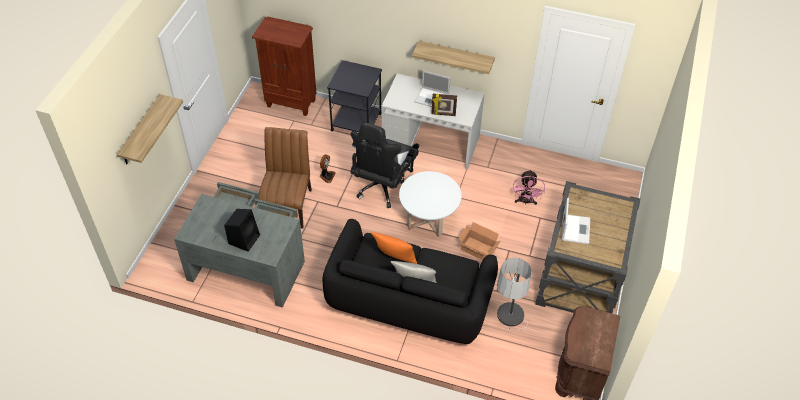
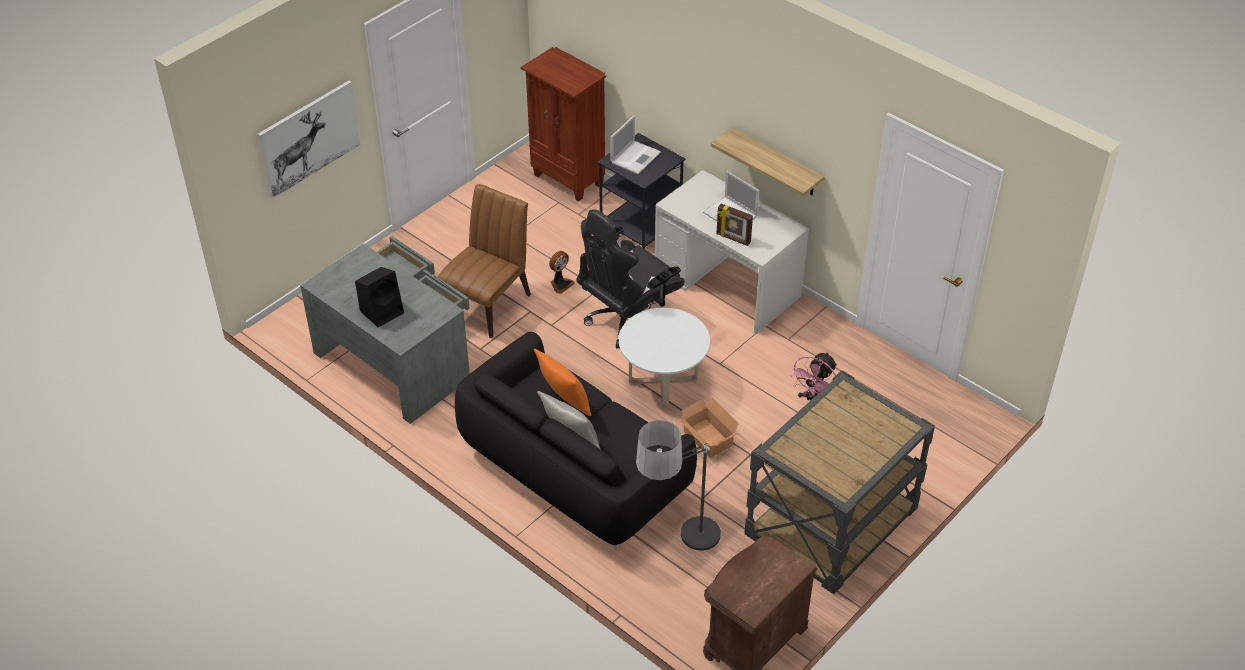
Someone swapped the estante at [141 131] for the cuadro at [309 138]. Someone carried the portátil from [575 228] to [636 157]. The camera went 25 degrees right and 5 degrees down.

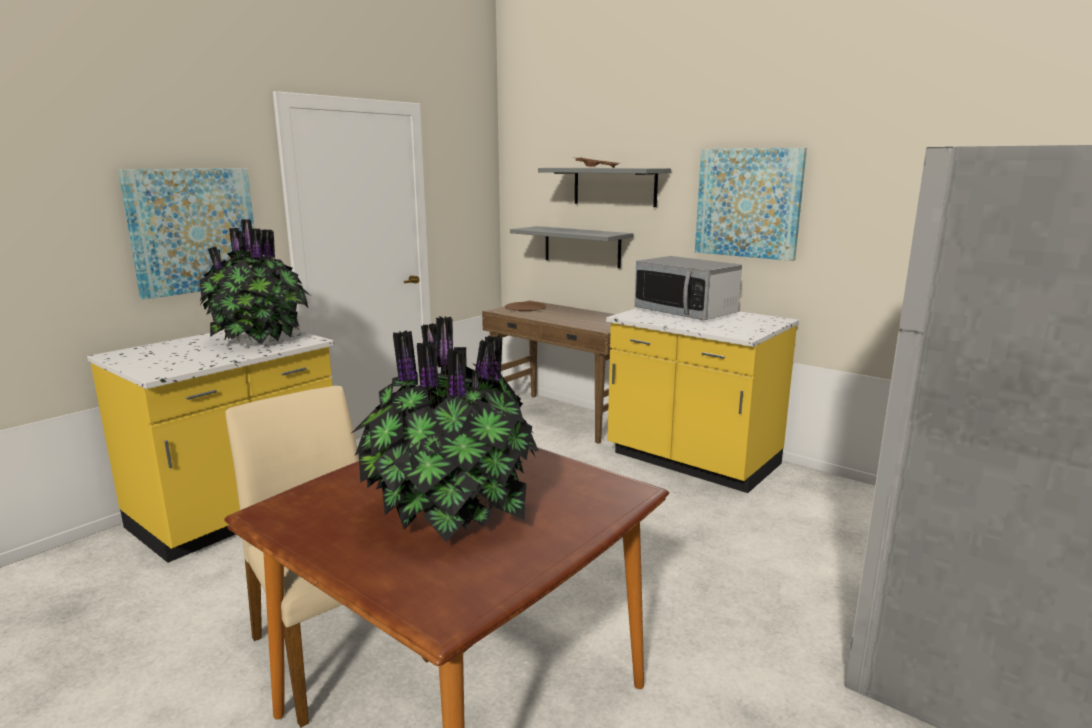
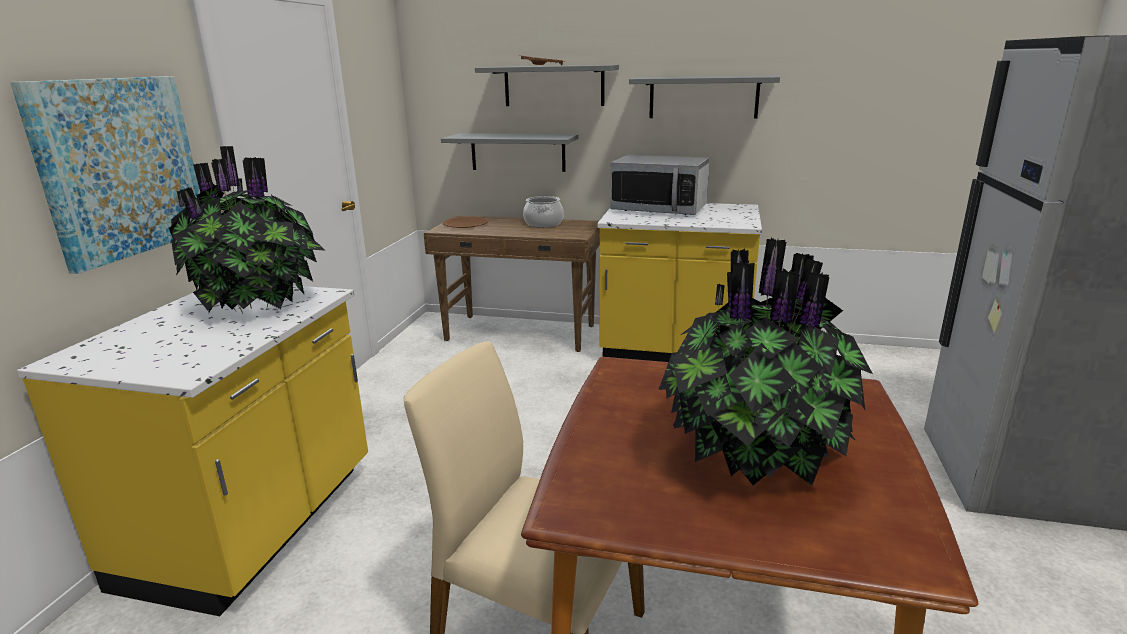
Someone put down the olla at [543 223]. Someone swapped the cuadro at [748 203] for the estante/gris at [703 97]. The camera went 25 degrees left and 5 degrees up.

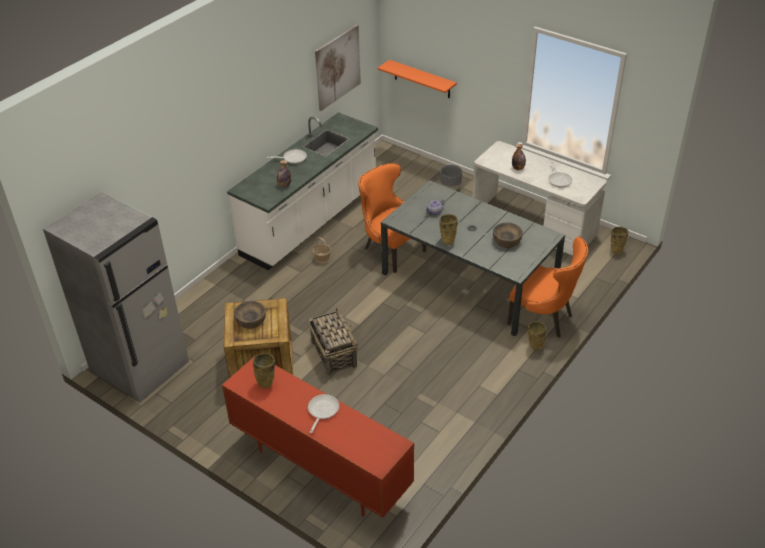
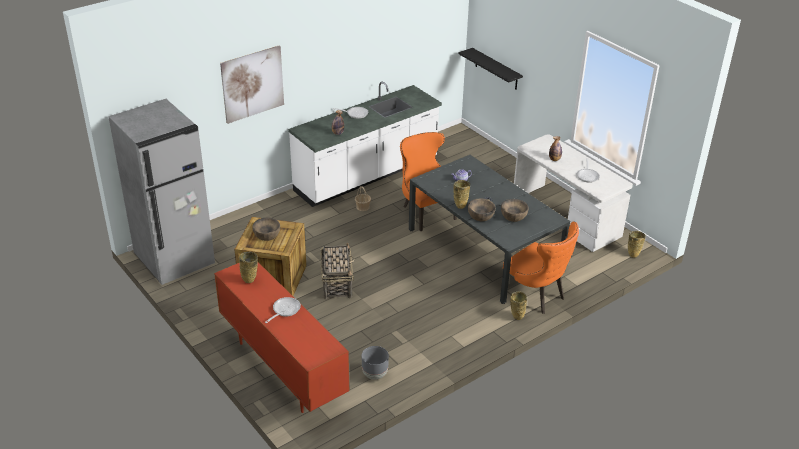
Someone carried the cuadro from [337 67] to [252 84]. Someone carried the maceta/gris from [450 189] to [375 375]. Someone repainted the estante/naranja at [422 79], which became the estante/negro at [496 69]. Someone put down the cuenco/marrón at [481 215]. The camera went 15 degrees right and 5 degrees down.

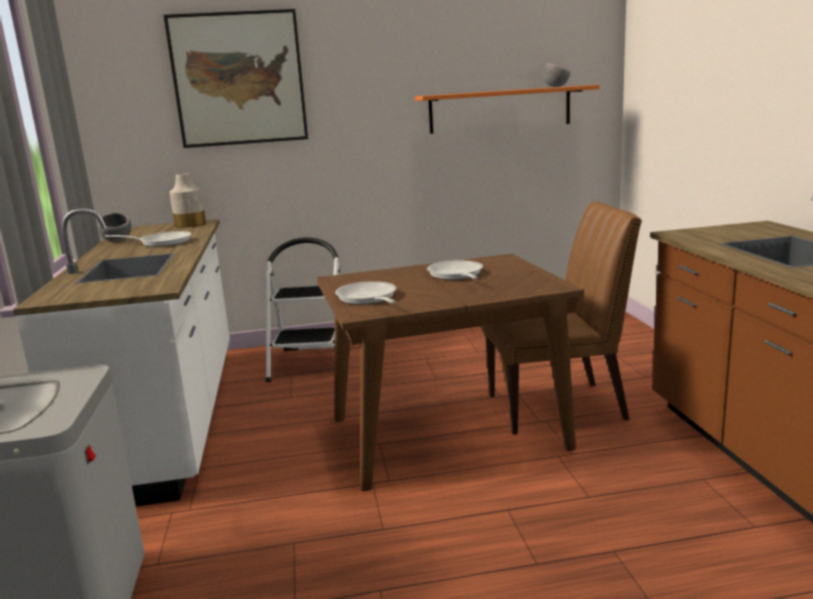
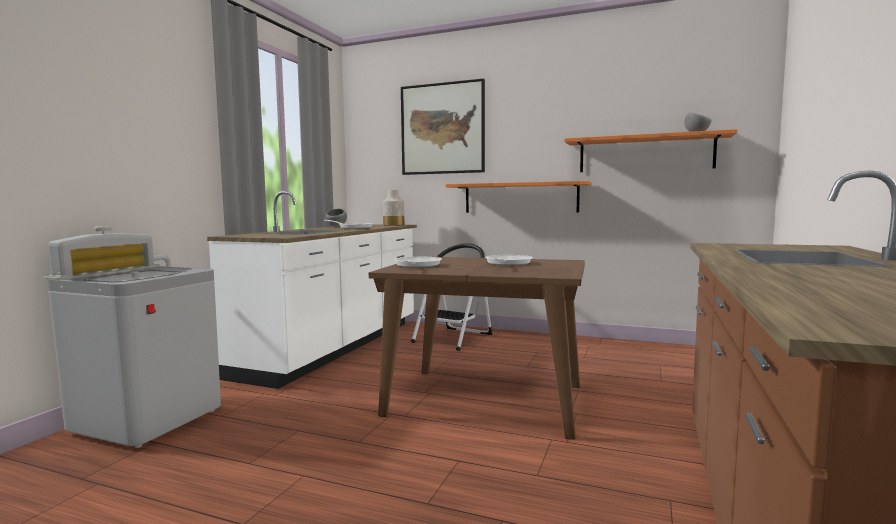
Someone put up the estante/naranja at [520 198]. Someone took away the silla/marrón at [555 408]. The camera went 30 degrees right and 10 degrees down.

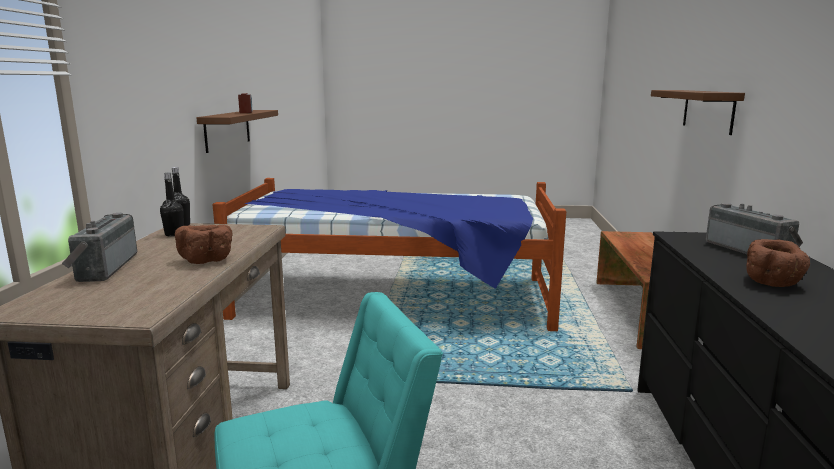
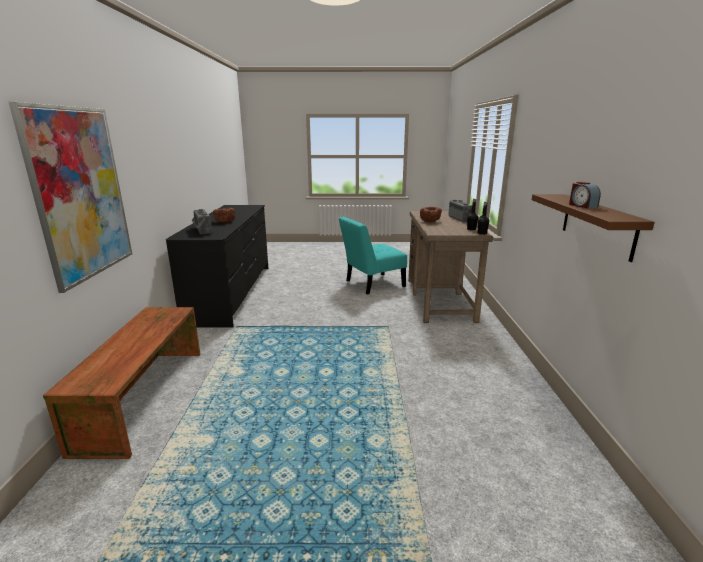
Someone swapped the estante/marrón at [708 110] for the cuadro at [81 194]. Someone took away the cama at [396 298]. The camera went 175 degrees right and 5 degrees up.

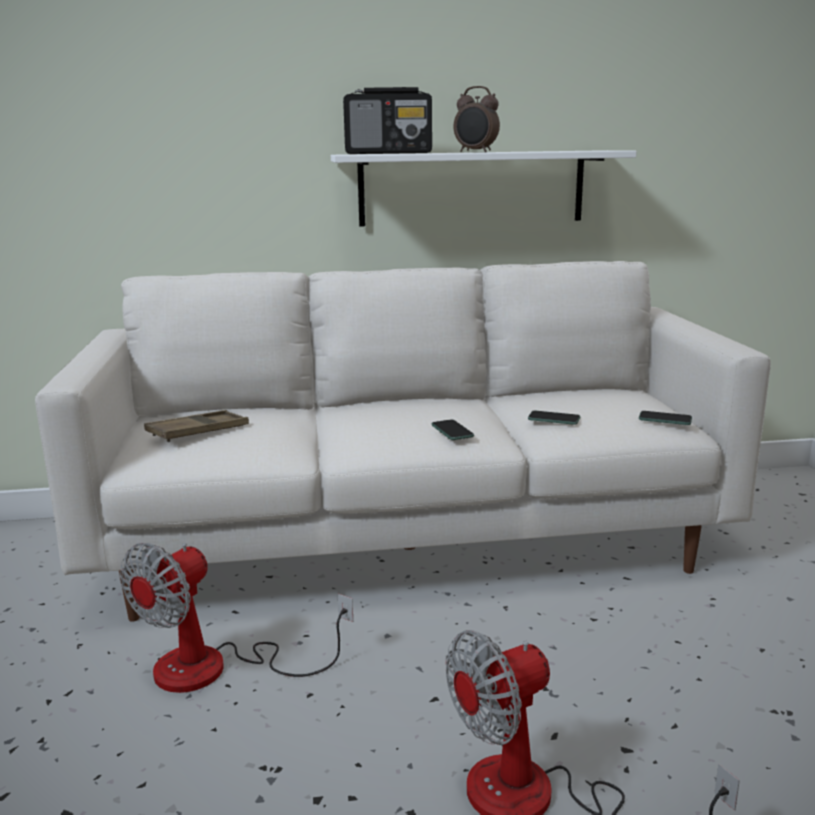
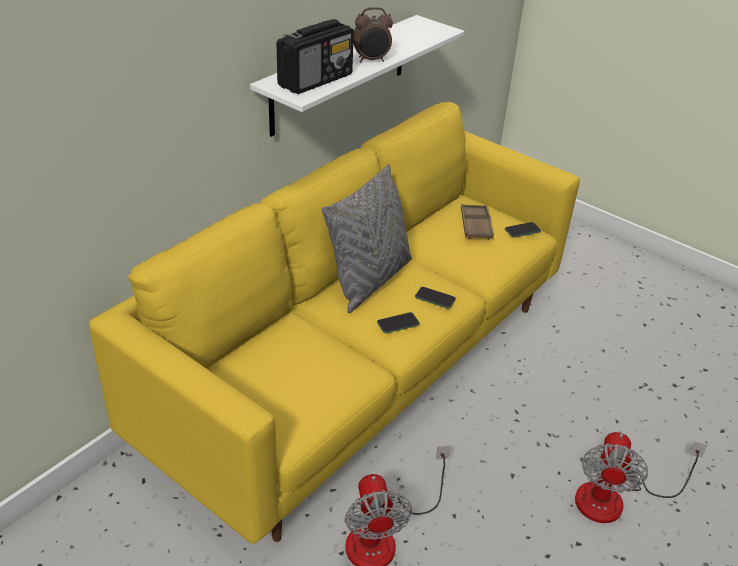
Someone repainted the sofá/blanco at [410 544], which became the sofá/amarillo at [362 370]. Someone put down the cojín/gris at [369 280]. Someone carried the móvil from [554 419] to [398 323]. Someone carried the bandeja/marrón from [198 432] to [475 225]. The camera went 45 degrees left and 20 degrees up.

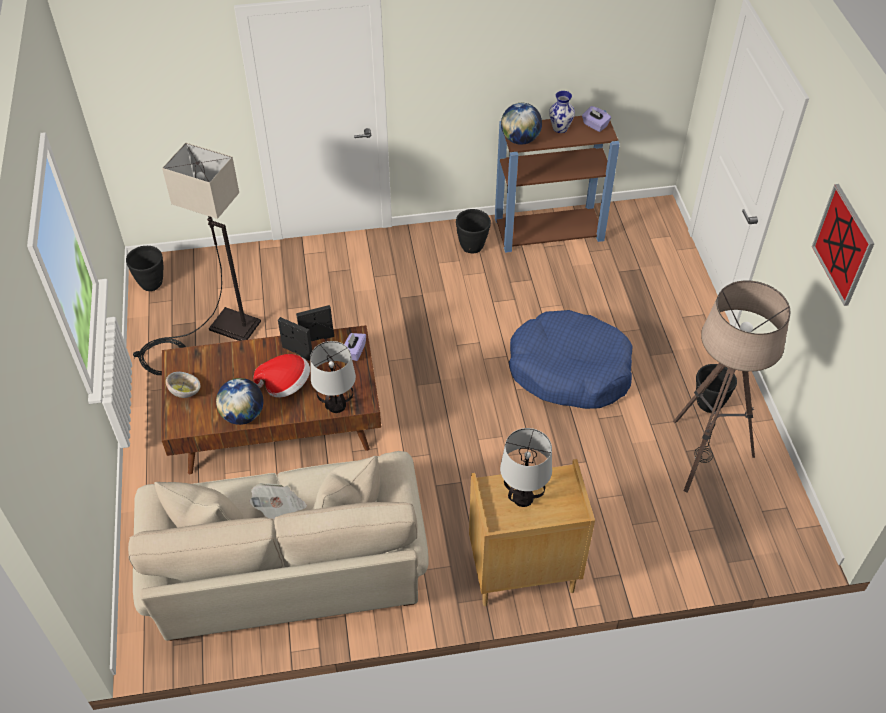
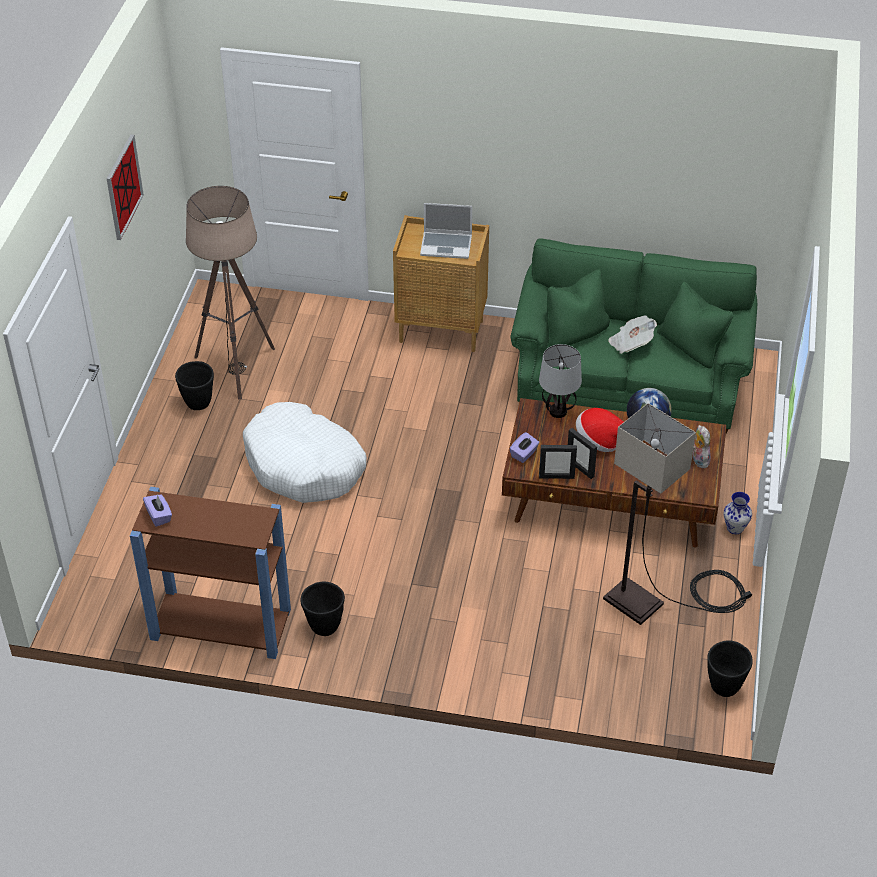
Someone repainted the cama para perro/azul at [569 370], which became the cama para perro/blanco at [304 465]. Someone swapped the lámpara de mesa at [522 498] for the portátil at [447 245]. Someone repainted the sofá/beis at [289 571], which became the sofá/verde at [629 378]. Someone swapped the cuenco at [185 391] for the peluche at [698 460]. Someone carried the florero from [560 128] to [734 528]. Someone took away the globo terráqueo at [520 139]. The camera went 160 degrees left and 5 degrees down.

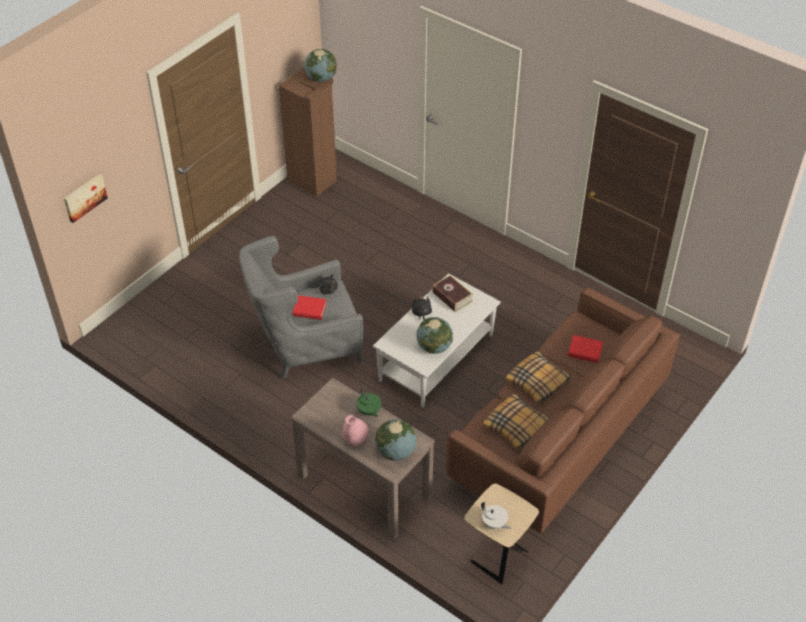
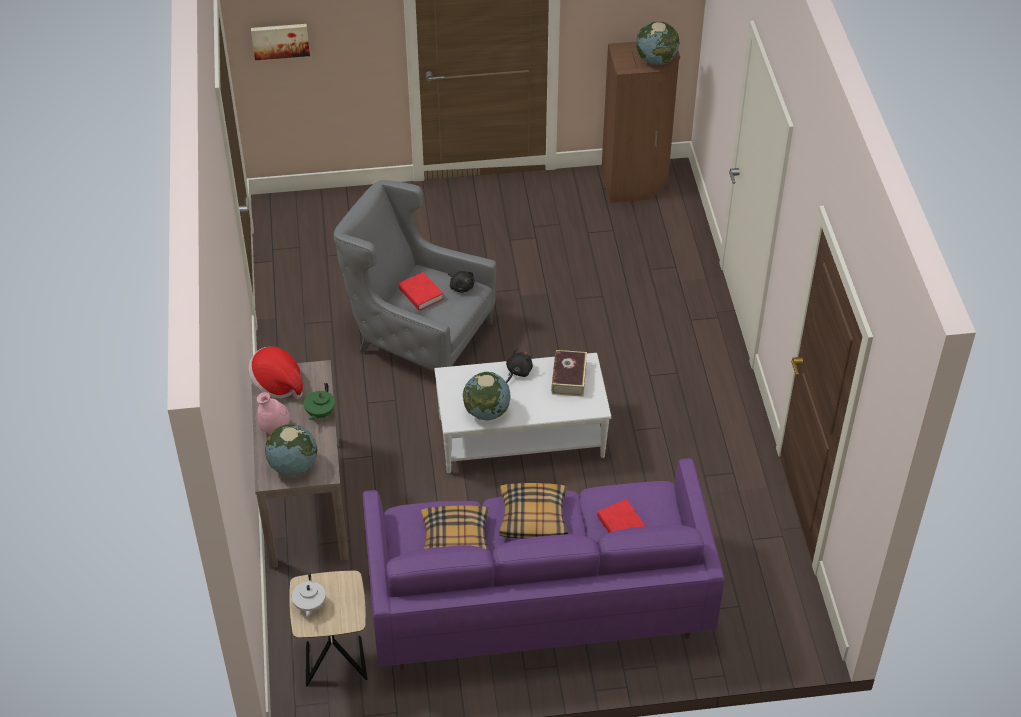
Someone put down the sombrero at [277 384]. Someone repainted the sofá/marrón at [557 437], which became the sofá/morado at [536 602]. The camera went 45 degrees right and 0 degrees up.

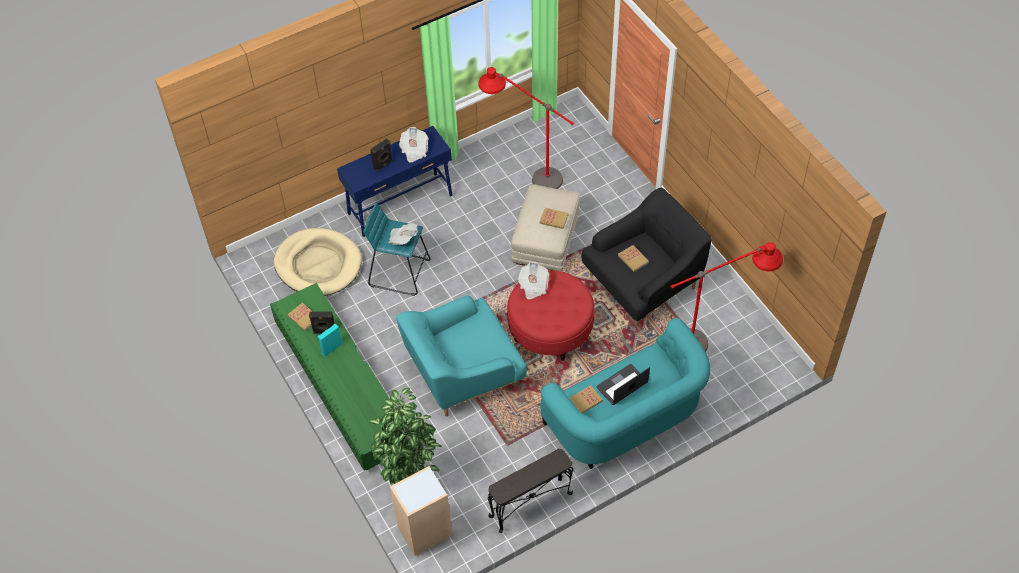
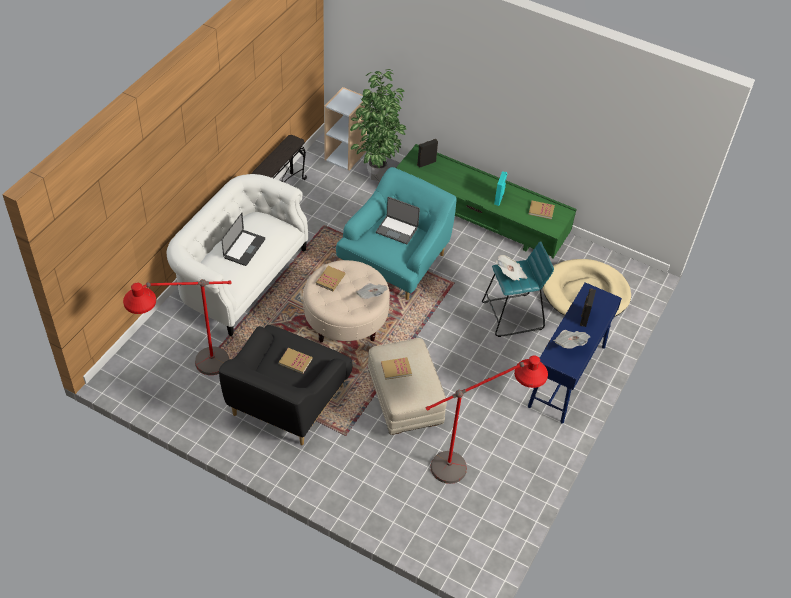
Someone repainted the sofá/turquesa at [625 420], which became the sofá/blanco at [239 277]. Someone repainted the puf/rojo at [550 330], which became the puf/beis at [346 321]. Someone carried the libro from [585 400] to [330 279]. Someone put down the portátil at [397 230]. Someone carried the altavoz/negro from [324 331] to [426 163]. The camera went 145 degrees right and 5 degrees down.

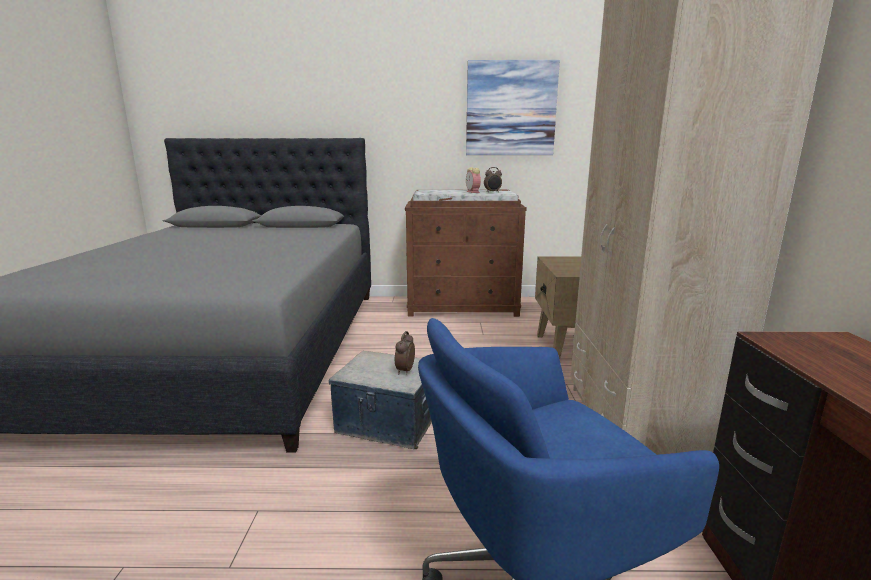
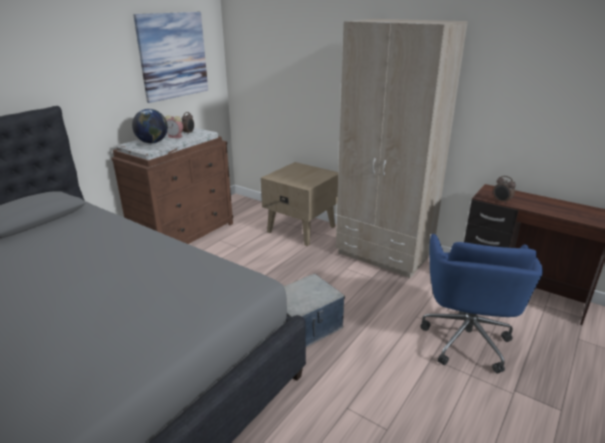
Someone put down the globo terráqueo at [152 142]. Someone carried the despertador from [404 370] to [501 201]. The camera went 55 degrees left and 10 degrees up.

